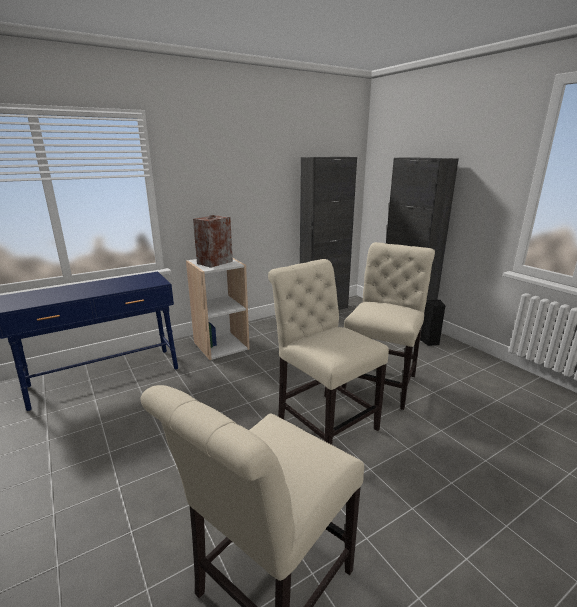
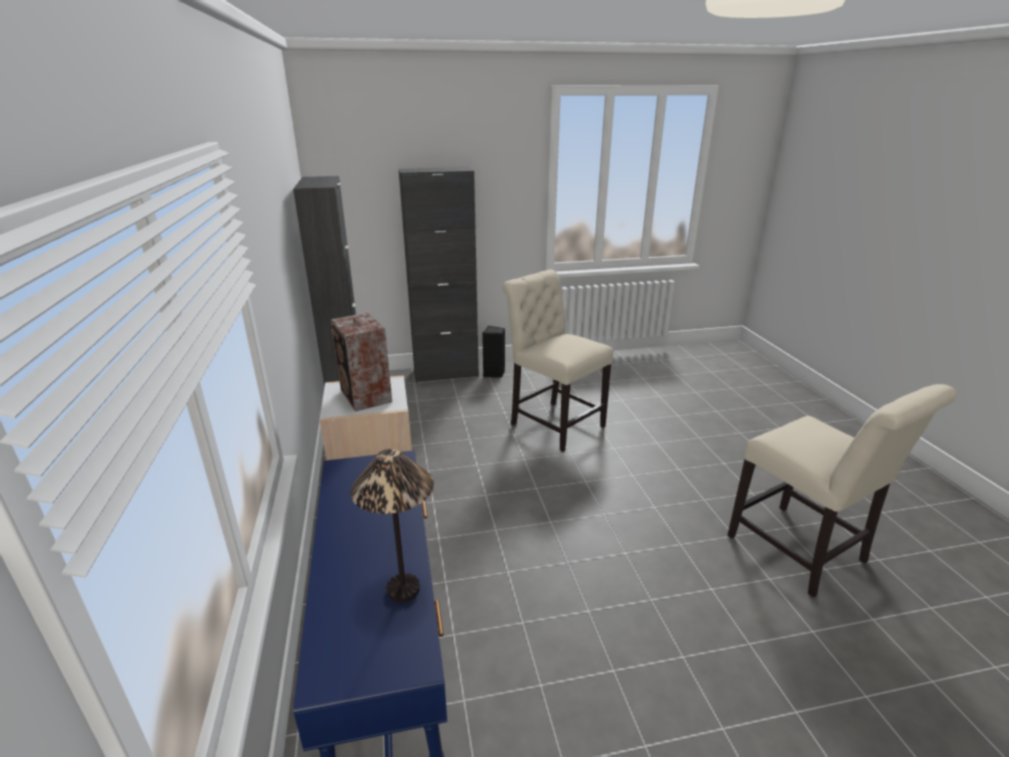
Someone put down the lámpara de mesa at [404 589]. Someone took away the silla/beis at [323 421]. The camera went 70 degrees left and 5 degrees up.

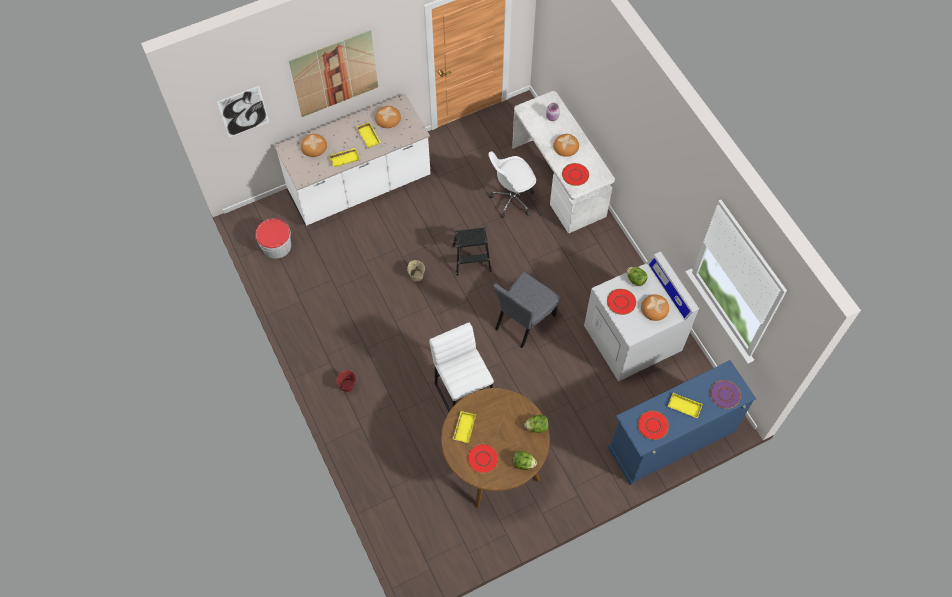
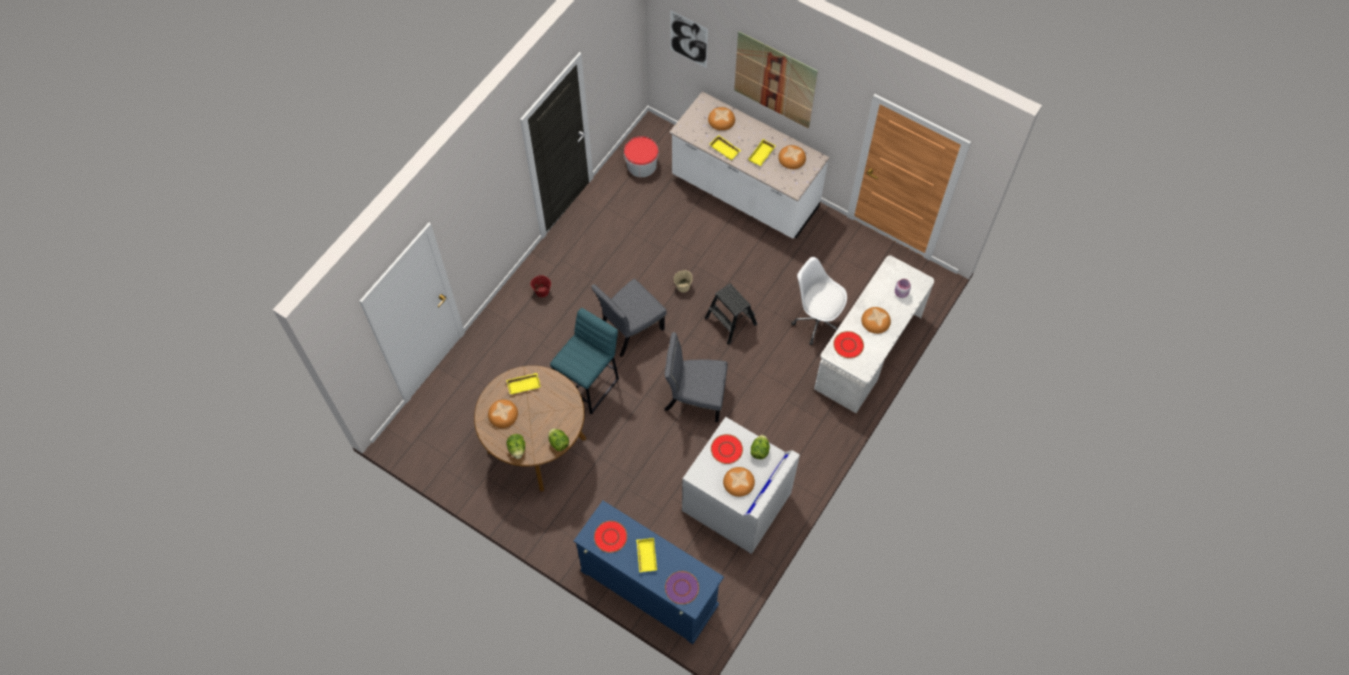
Someone swapped the plato/rojo at [482 459] for the pan at [503 414]. Someone repainted the taburete/blanco at [462 393], which became the taburete/turquesa at [589 384]. Someone put down the silla/gris at [631 329]. The camera went 60 degrees right and 0 degrees up.

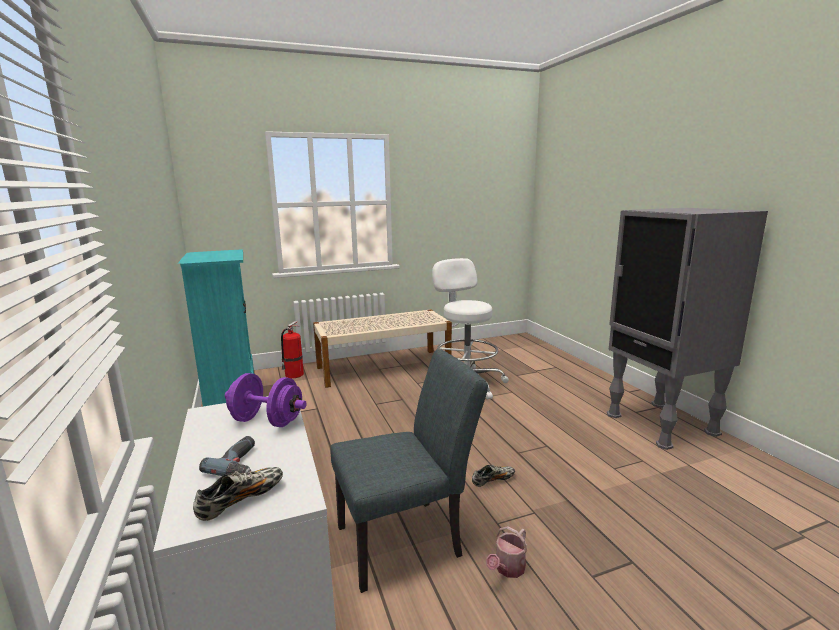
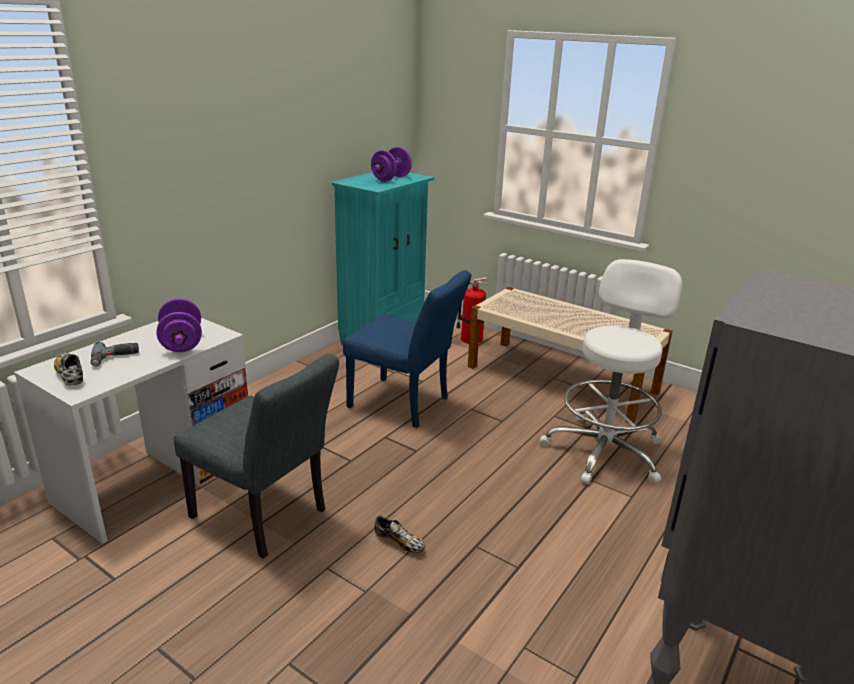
Someone rotated the zapato at [241 500] by 135 degrees counterclockwise. Someone put down the silla/azul at [405 404]. Someone put down the mancuerna/morado at [391 178]. Someone took away the regadera at [507 569]. The camera went 55 degrees right and 10 degrees up.

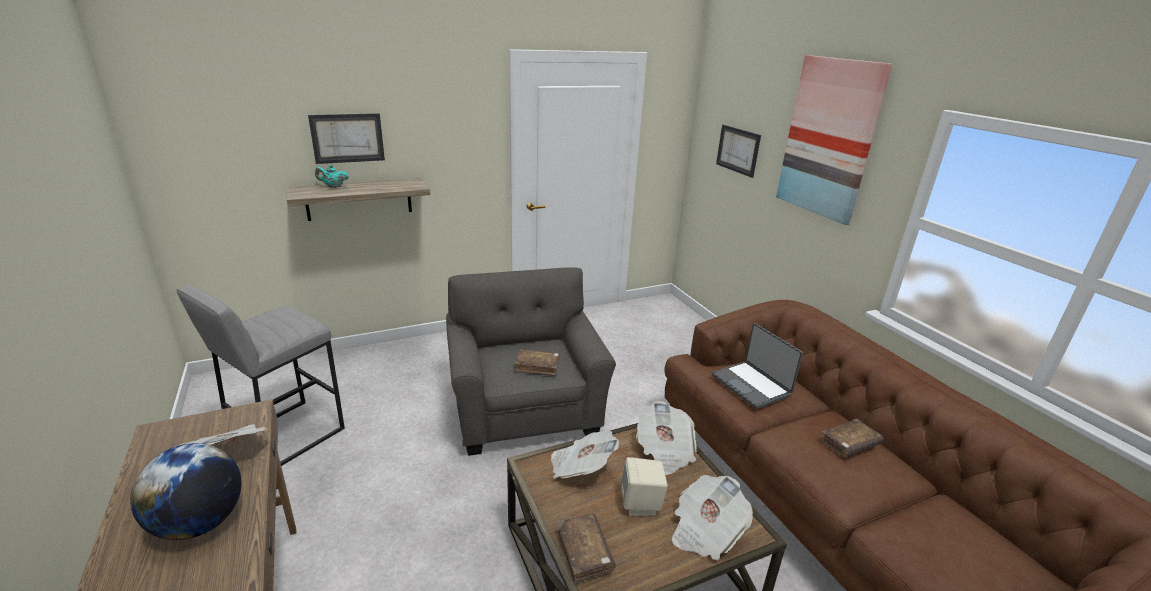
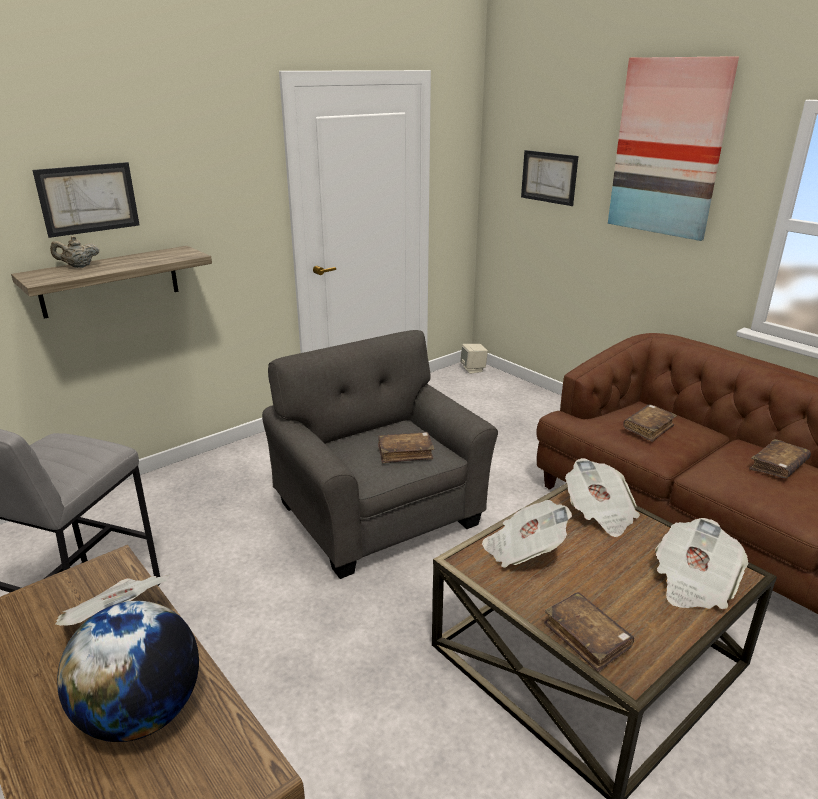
Someone repainted the tetera/turquesa at [333 187], which became the tetera/beis at [78 266]. Someone carried the altavoz/beis from [641 504] to [473 369]. Someone swapped the portátil at [752 385] for the libro/marrón at [648 428]. The camera went 15 degrees left and 0 degrees up.

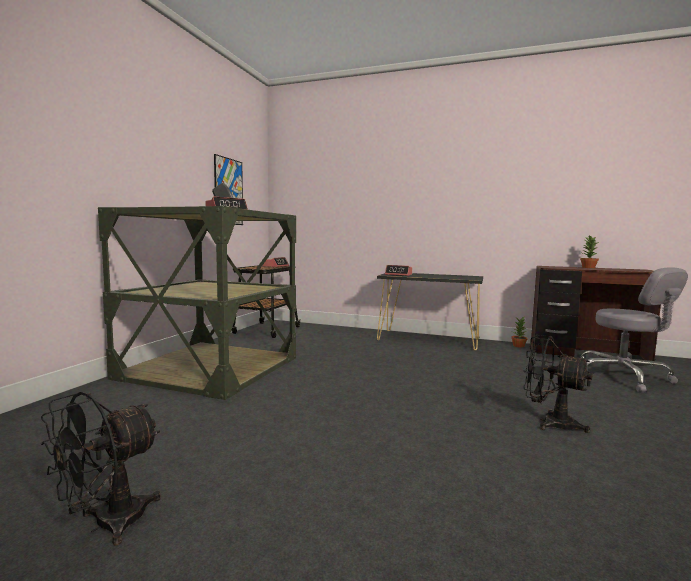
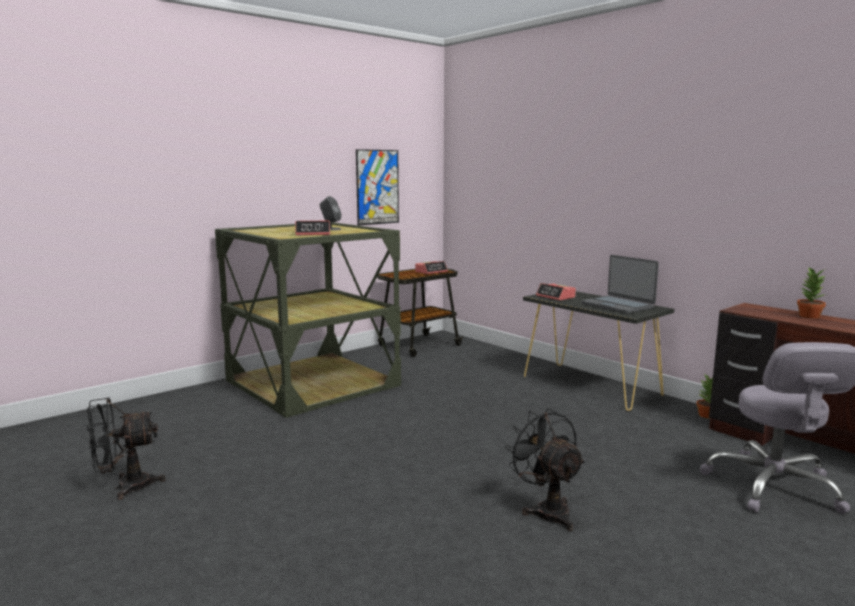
Someone put down the portátil at [617 306]. The camera went 30 degrees right and 5 degrees up.

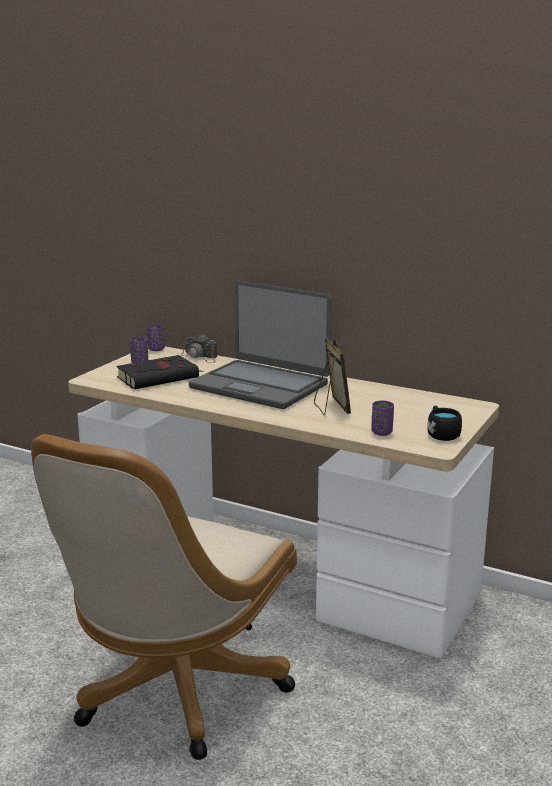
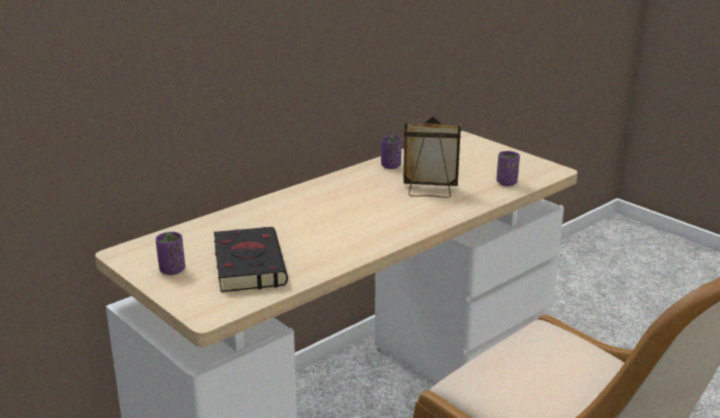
Someone carried the taza/morado from [156 349] to [390 166]. Someone took away the cámara at [200 357]. Someone took away the portátil at [260 385]. Someone took away the taza grande/negro at [441 434]. The camera went 70 degrees left and 5 degrees up.

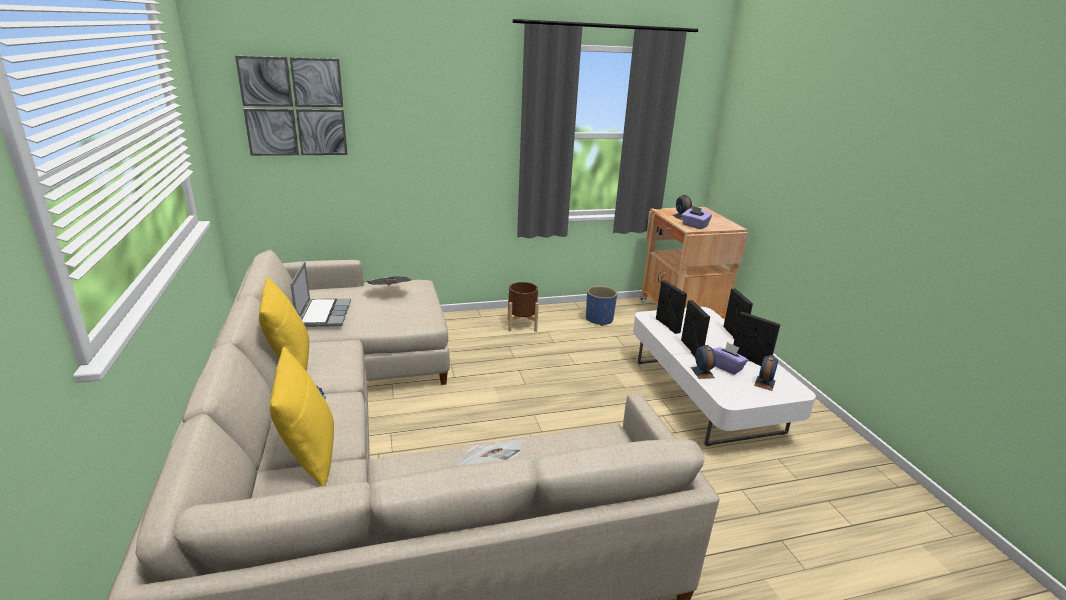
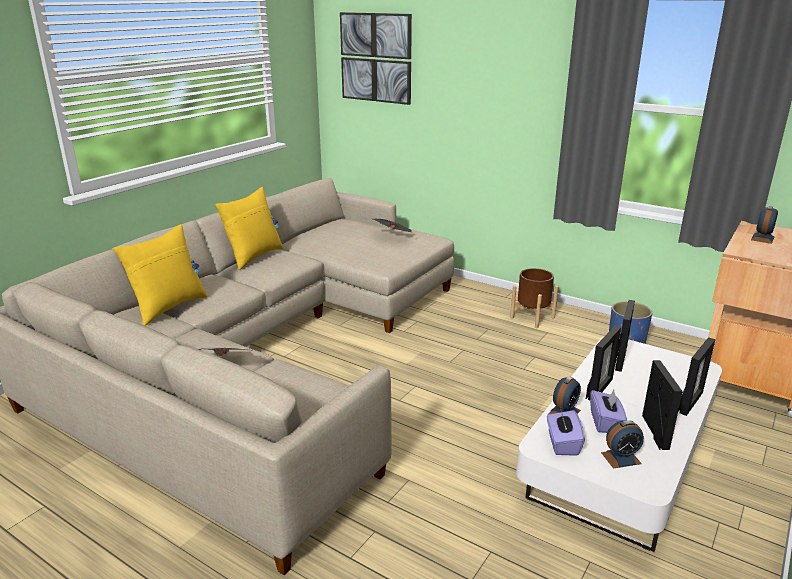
Someone carried the caja de pañuelos/morado from [694 226] to [562 444]. Someone took away the portátil at [323 314]. The camera went 50 degrees right and 0 degrees up.

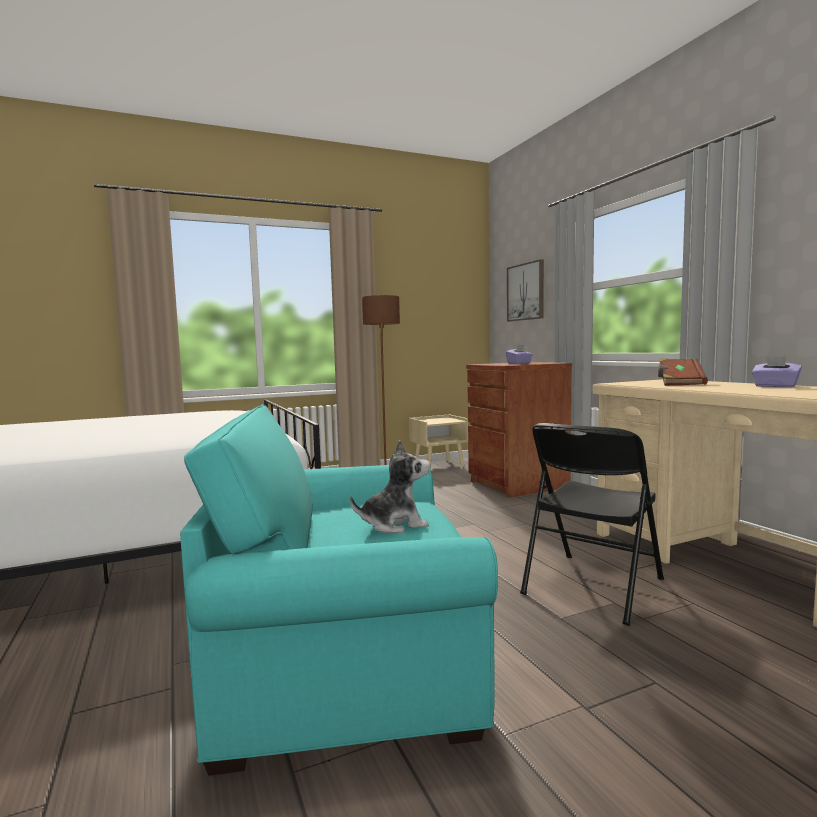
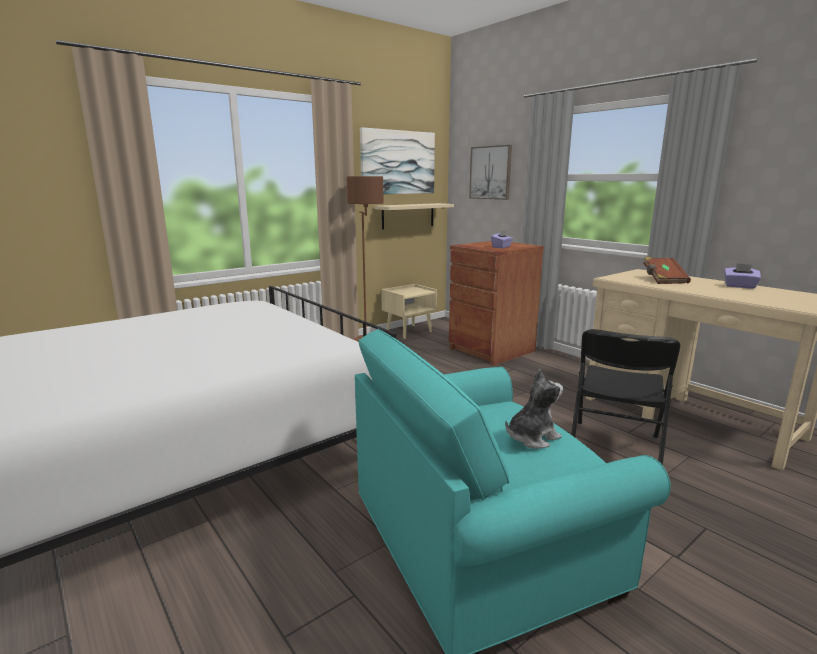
Someone put up the cuadro at [398 162]. Someone put up the estante/beis at [408 216]. The camera went 15 degrees left and 10 degrees up.

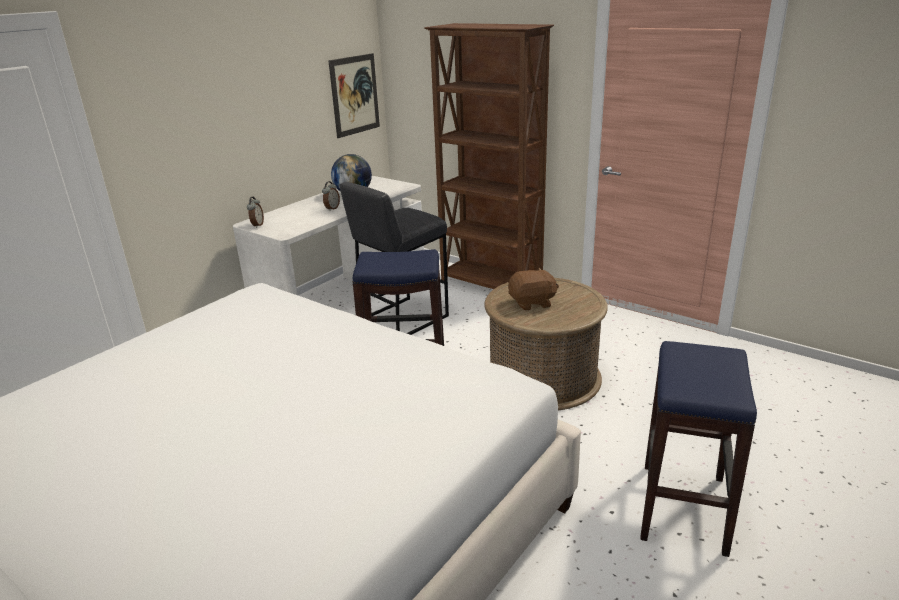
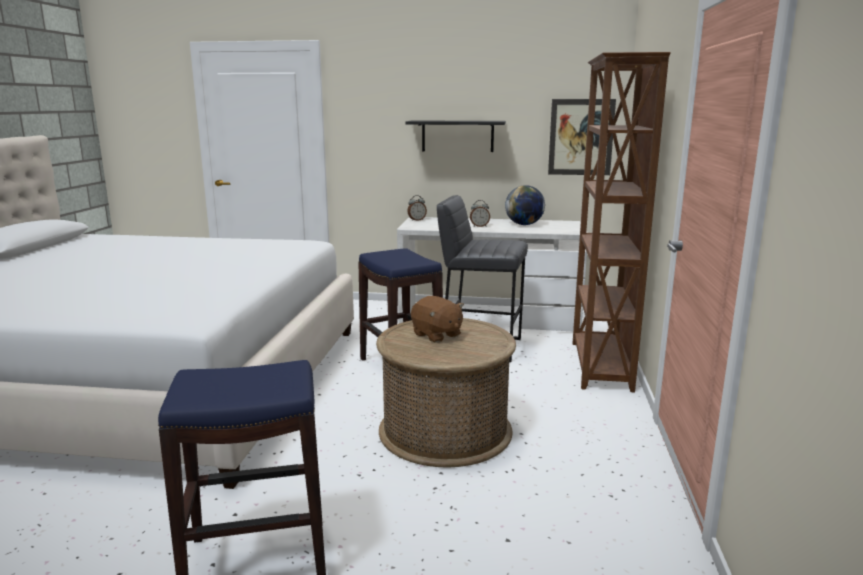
Someone put up the estante/negro at [457 136]. The camera went 60 degrees right and 10 degrees down.

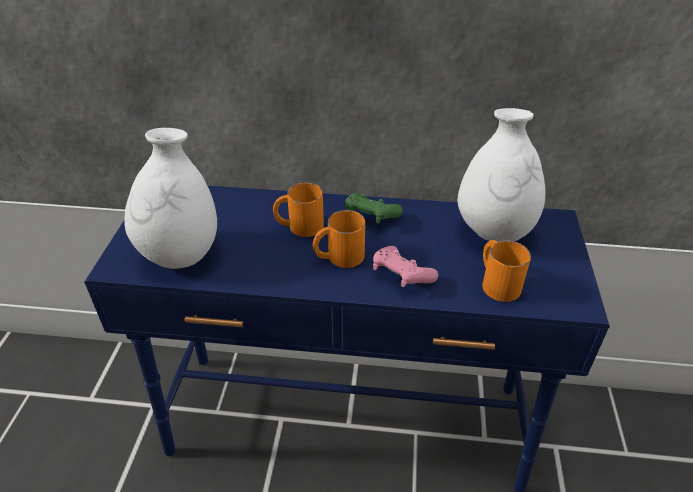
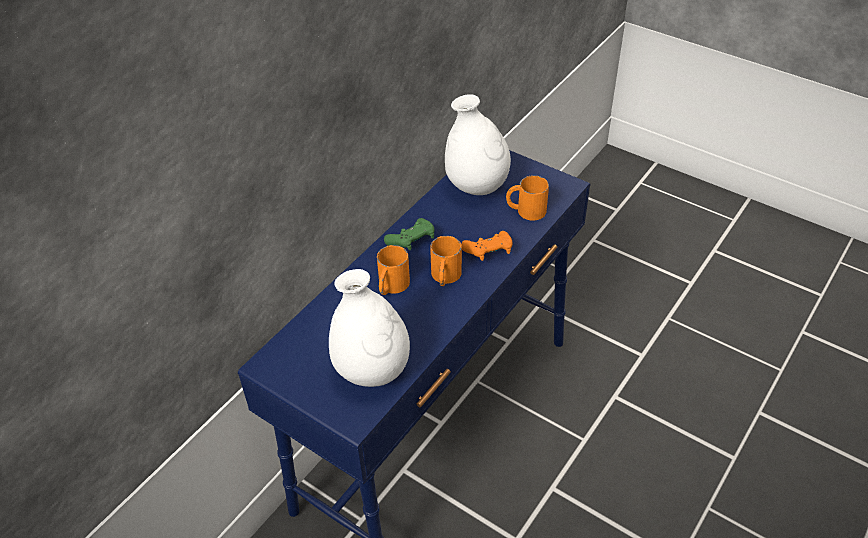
Someone repainted the mando de consola/rosa at [401 276], which became the mando de consola/naranja at [488 253]. The camera went 60 degrees left and 5 degrees up.

